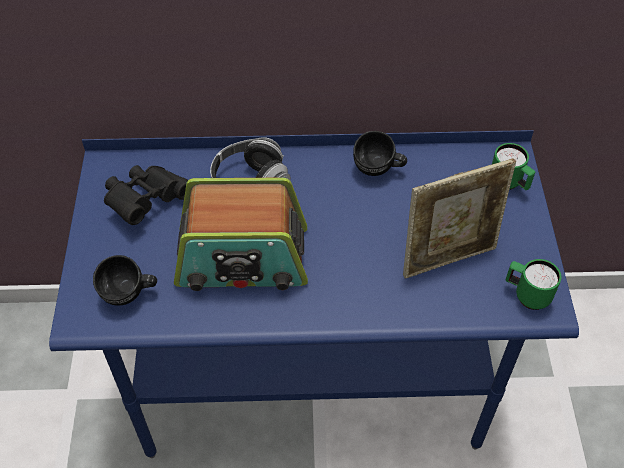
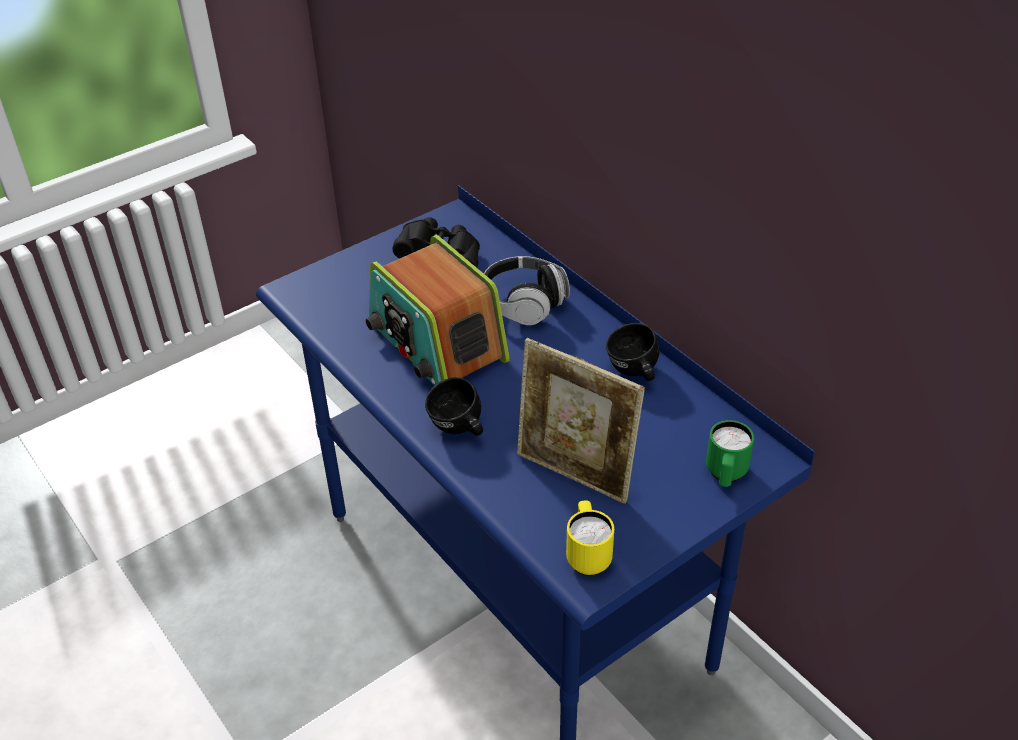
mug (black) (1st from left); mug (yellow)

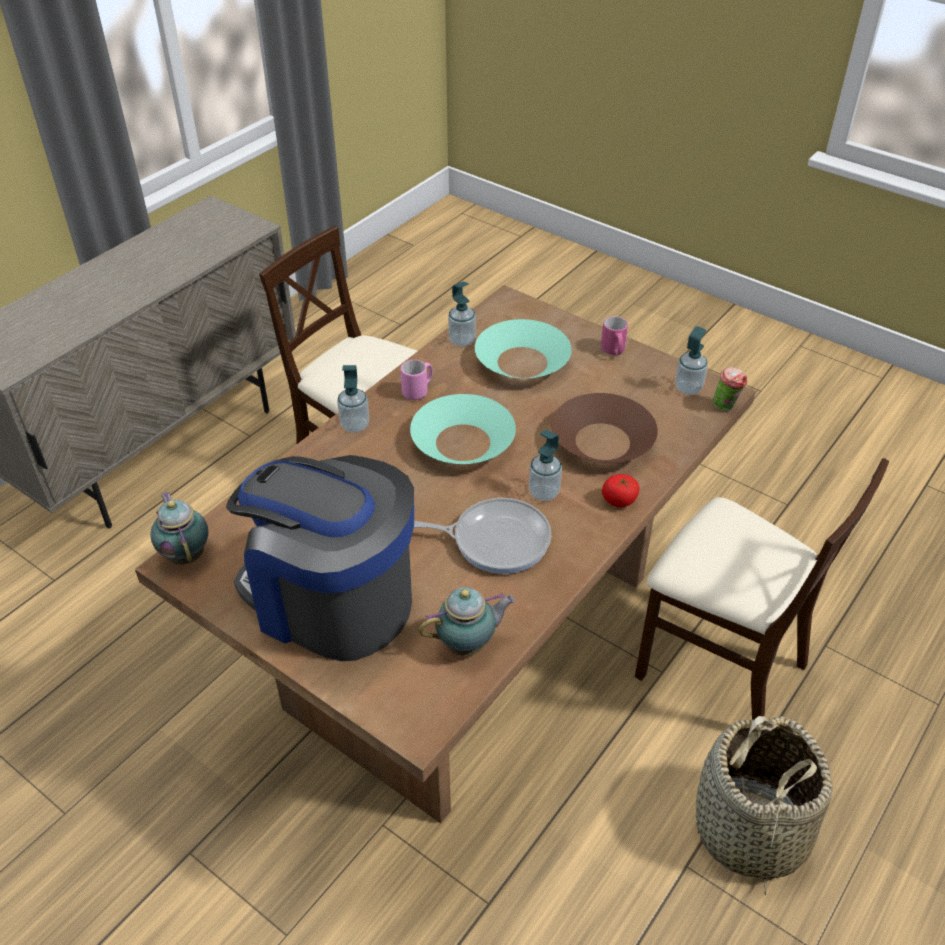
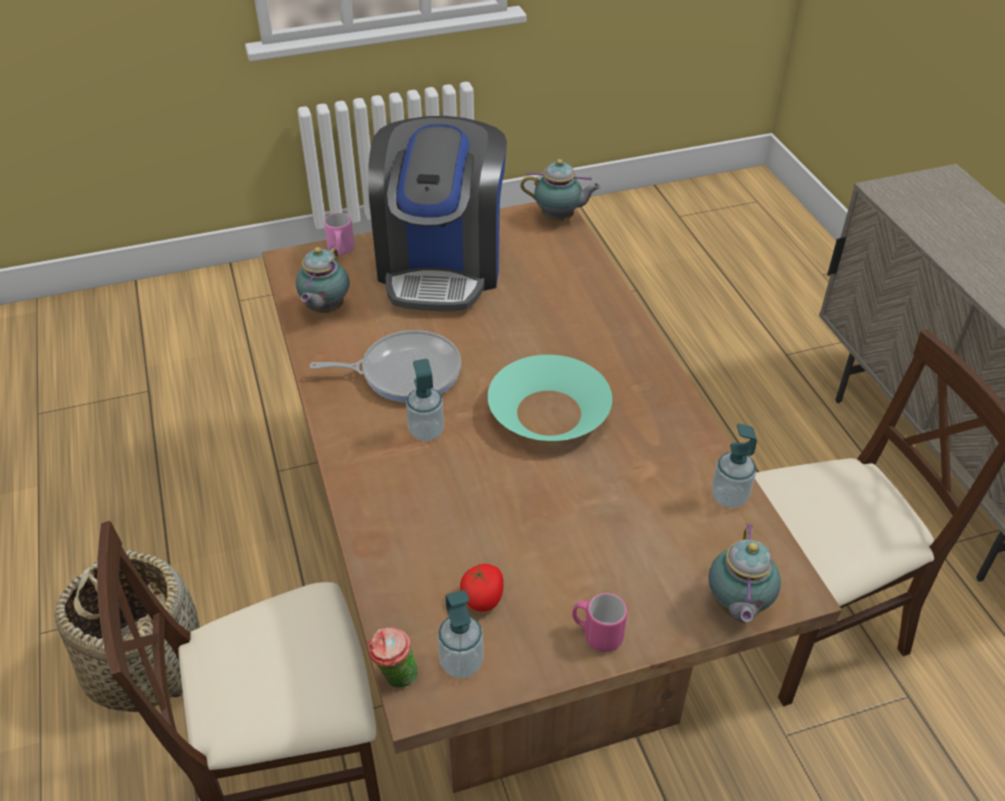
frying pan; mug (pink) (1st from left); coffee machine; tomato; teapot (3rd from left); soap dispenser (1st from left in the first image); bowl (turquoise) (2nd from left in the first image); bowl (brown)

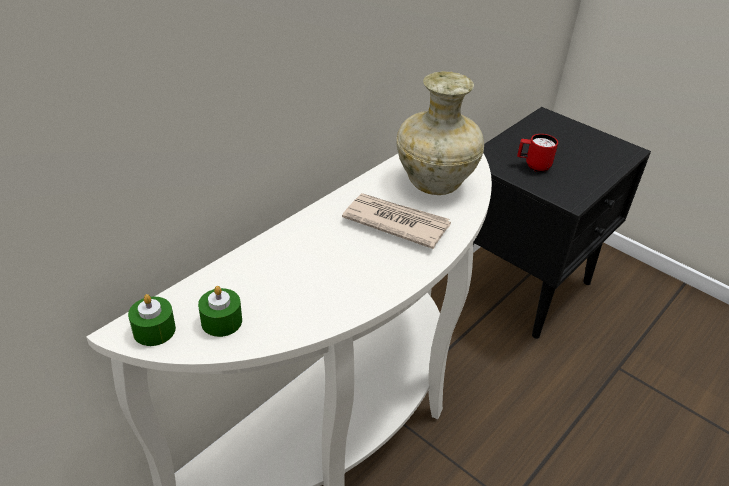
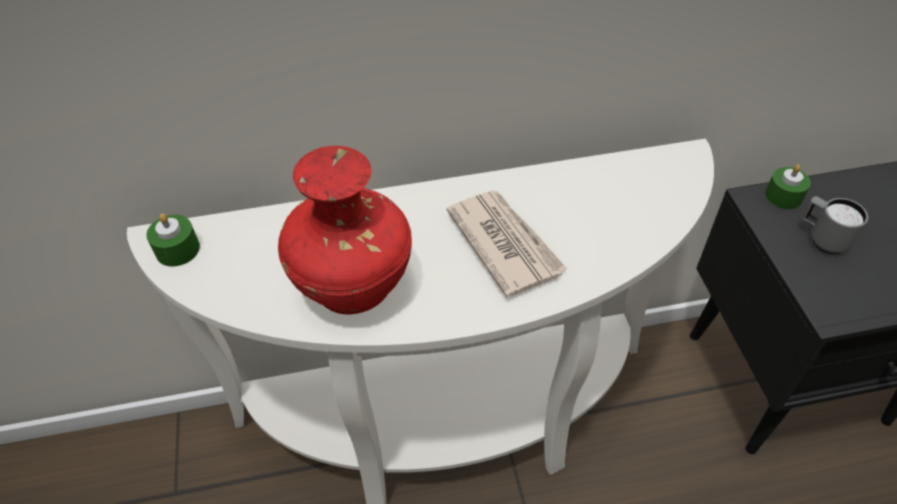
vase (red); candle (green) (2nd from left); mug (grey); vase (beige)

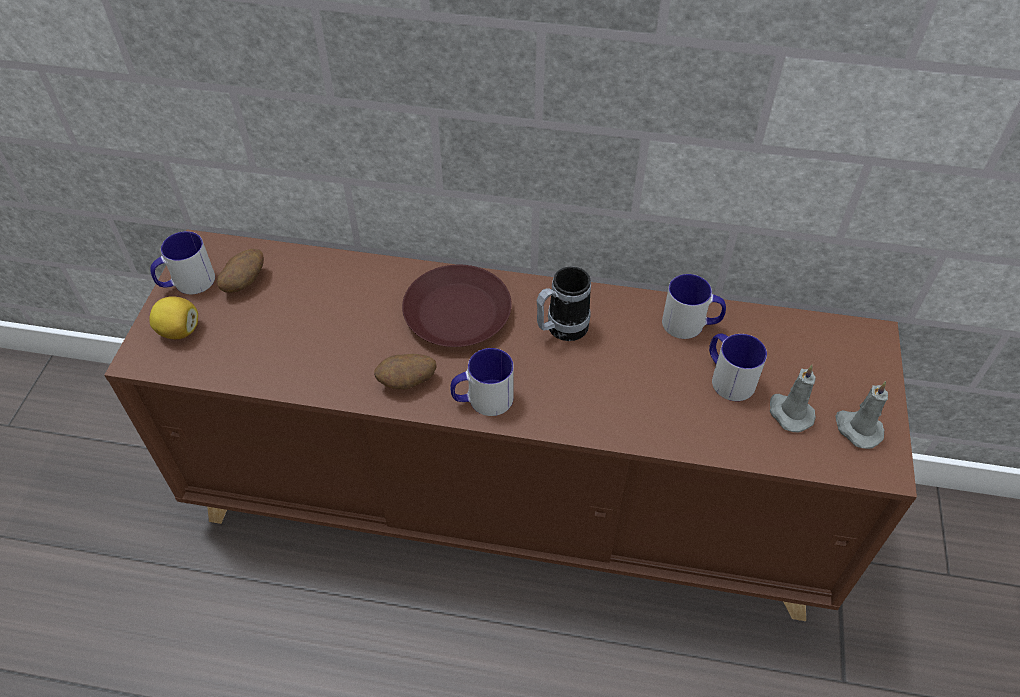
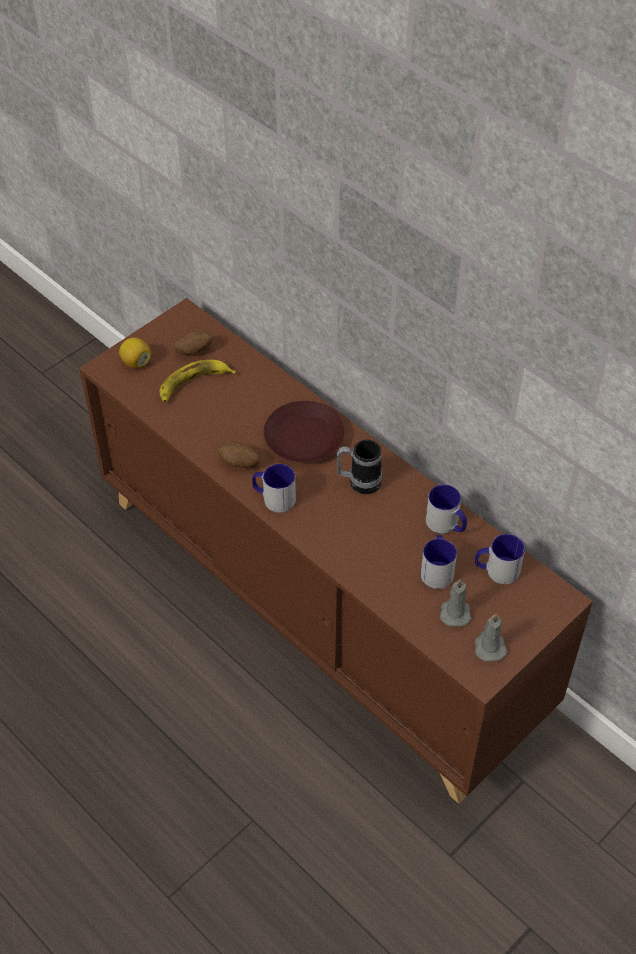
banana; mug (5th from left)

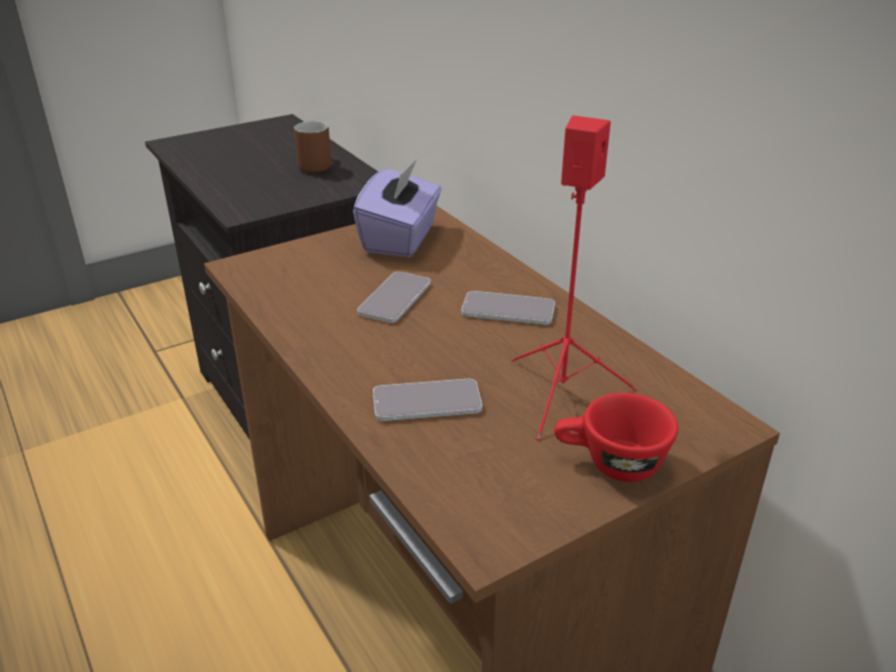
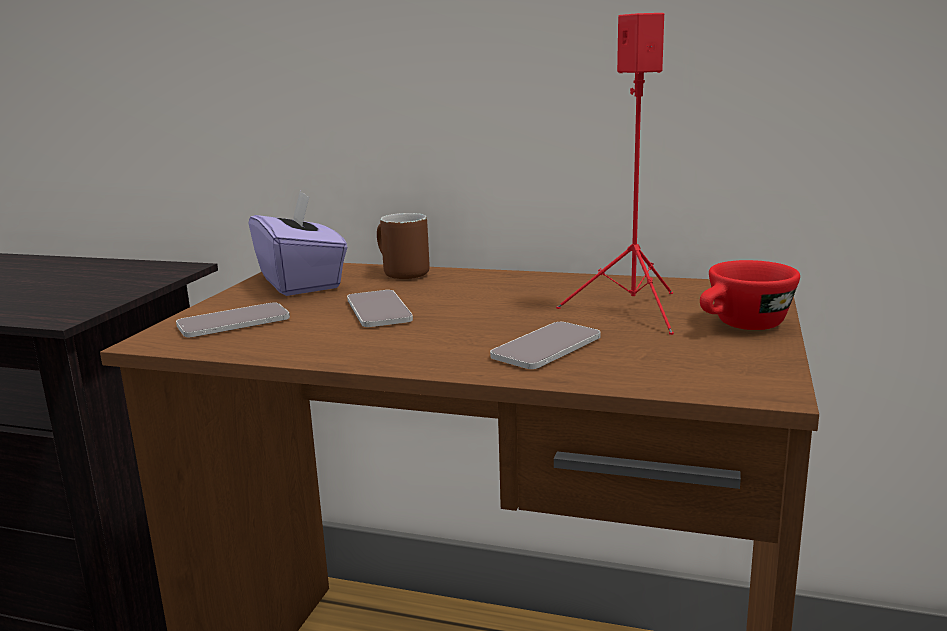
phone (1st from left); mug (brown)

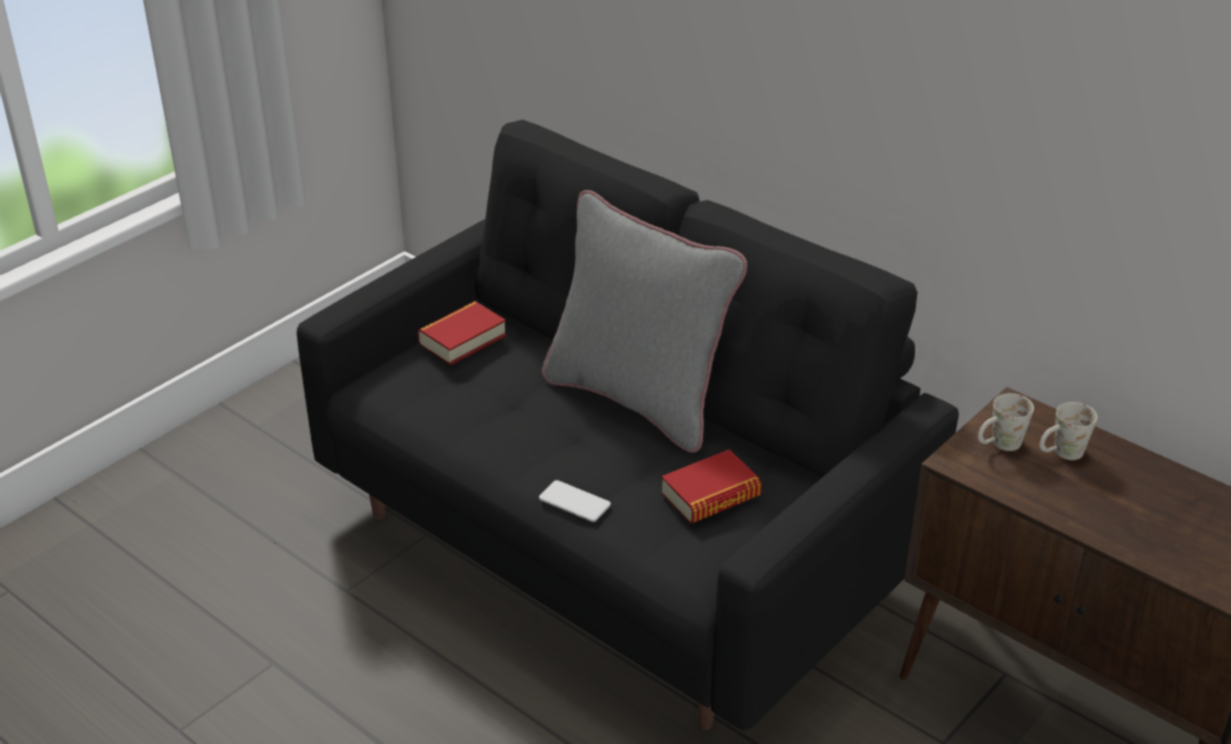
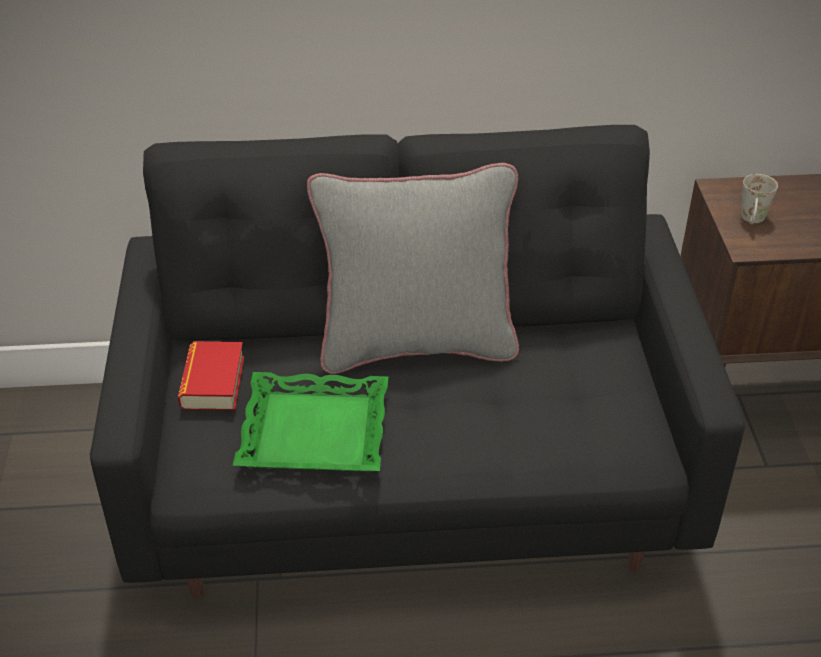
tray (green); phone; book (2nd from left in the first image); mug (white) (2nd from left in the first image)

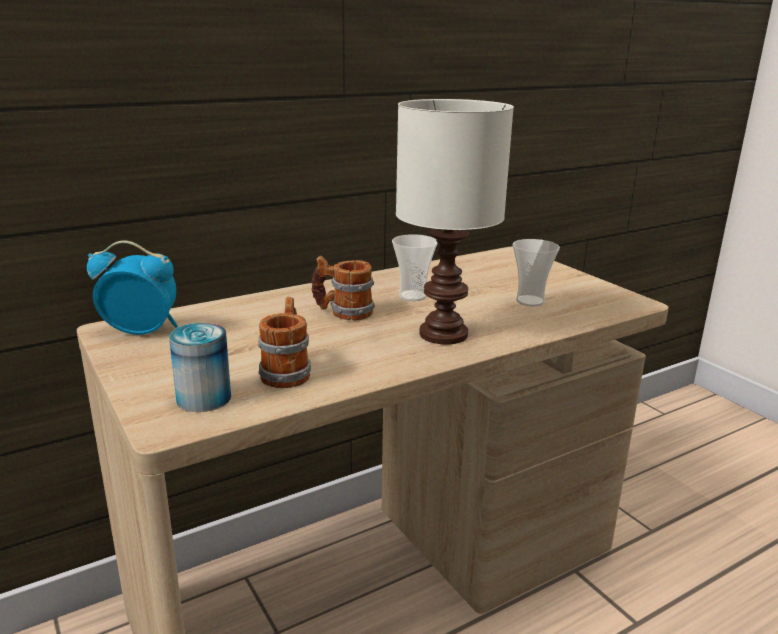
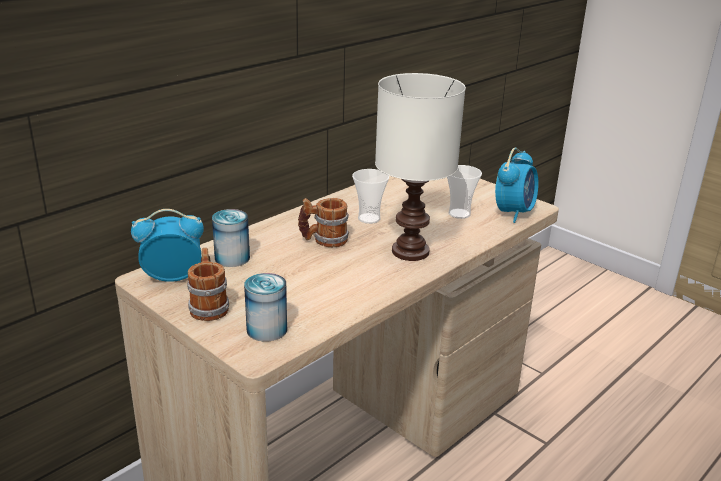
mug (1st from left); can (1st from left); alarm clock (2nd from left)

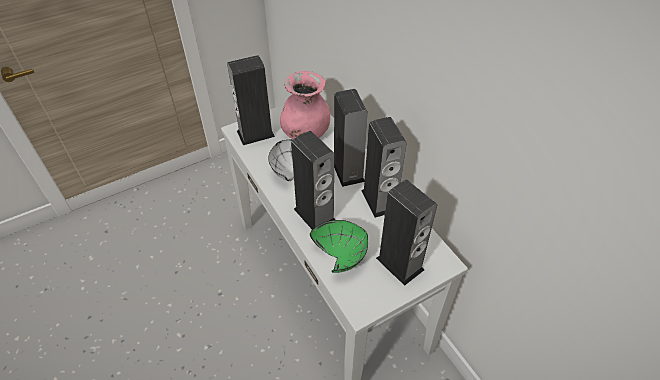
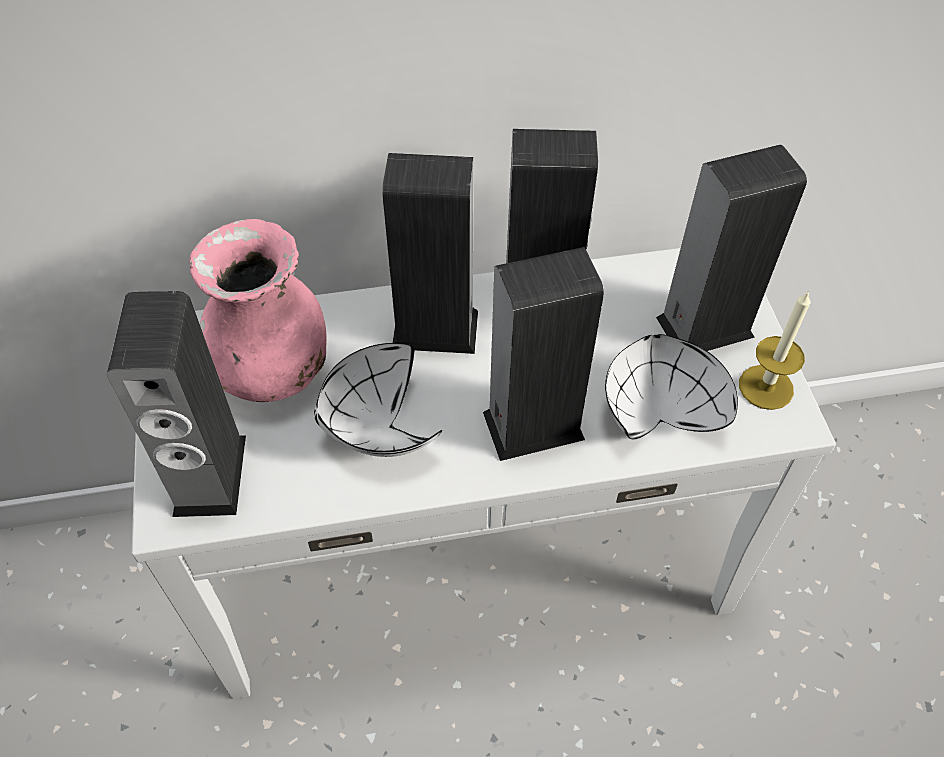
bowl (white) (2nd from left); candle

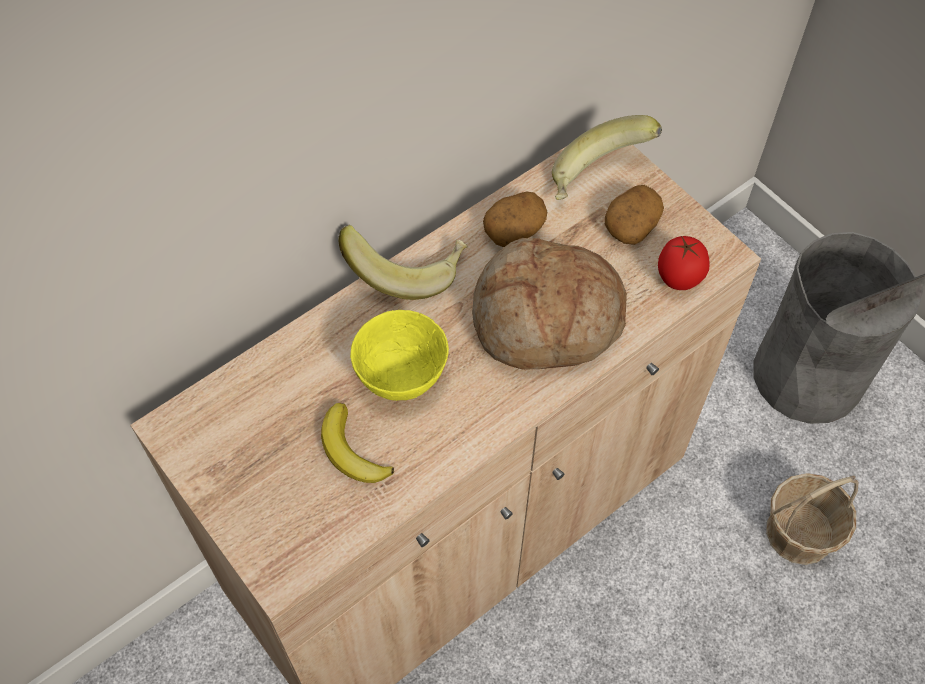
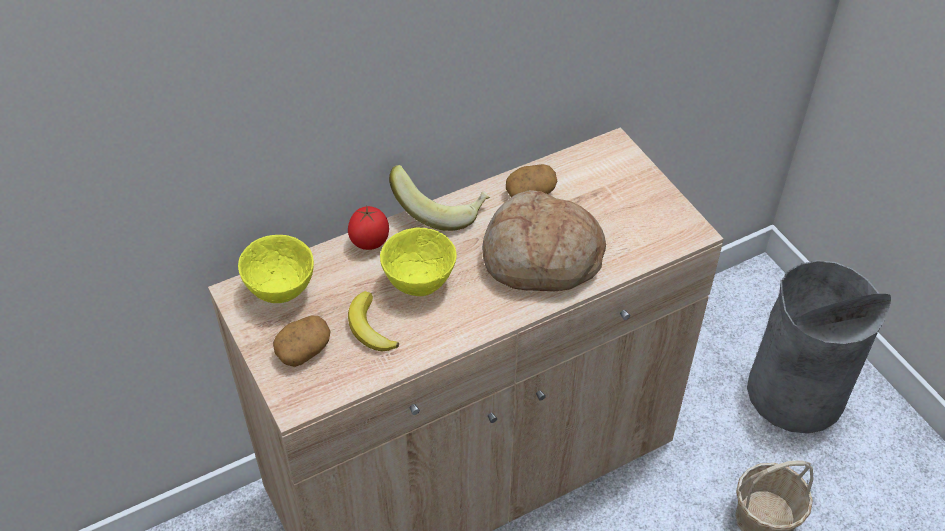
bowl (yellow) (1st from left); potato (1st from left); tomato; banana (3rd from left in the first image)

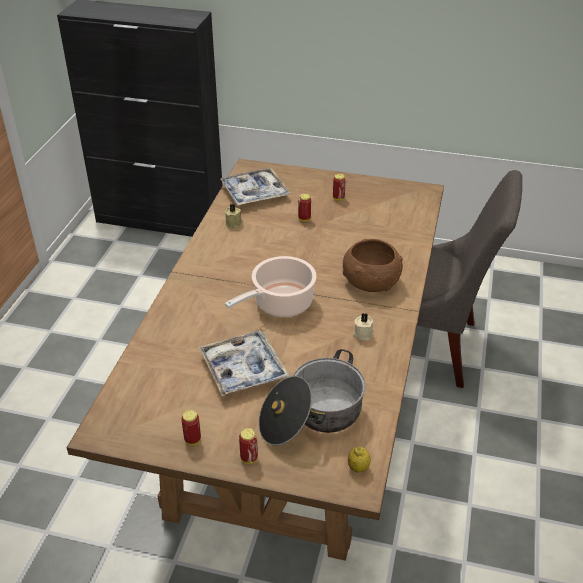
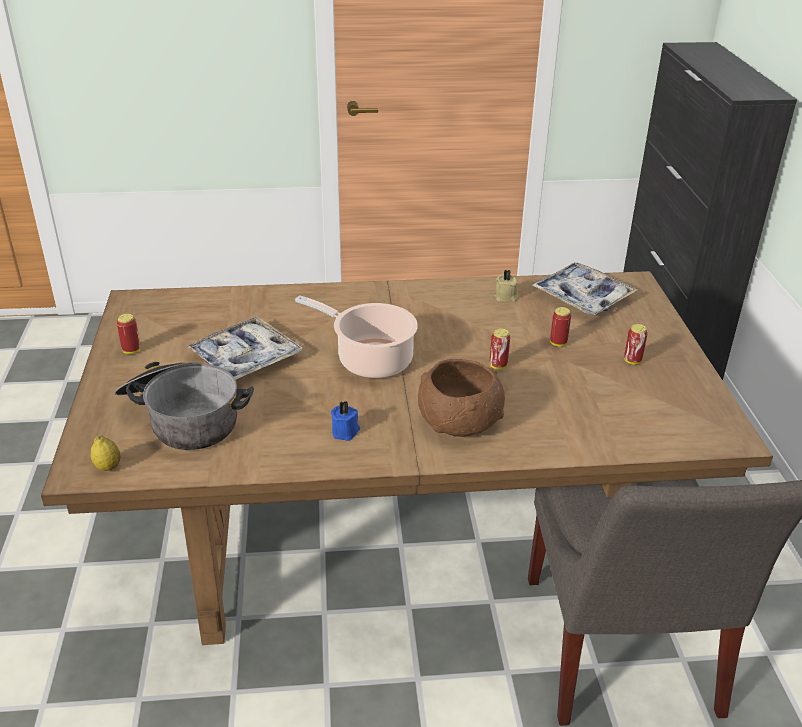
candle (blue); can (2nd from left)

